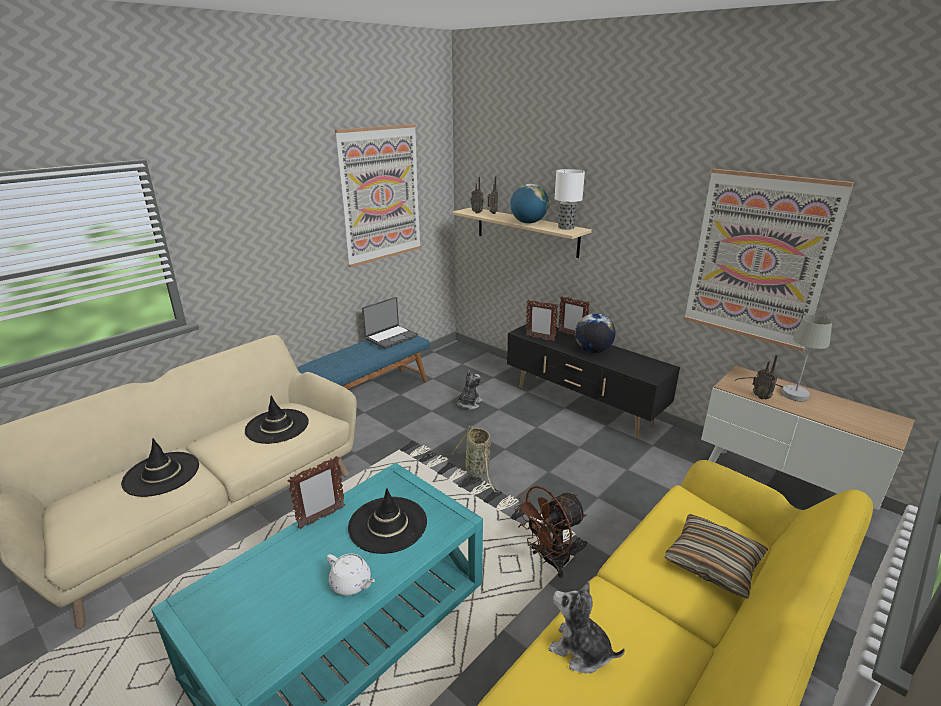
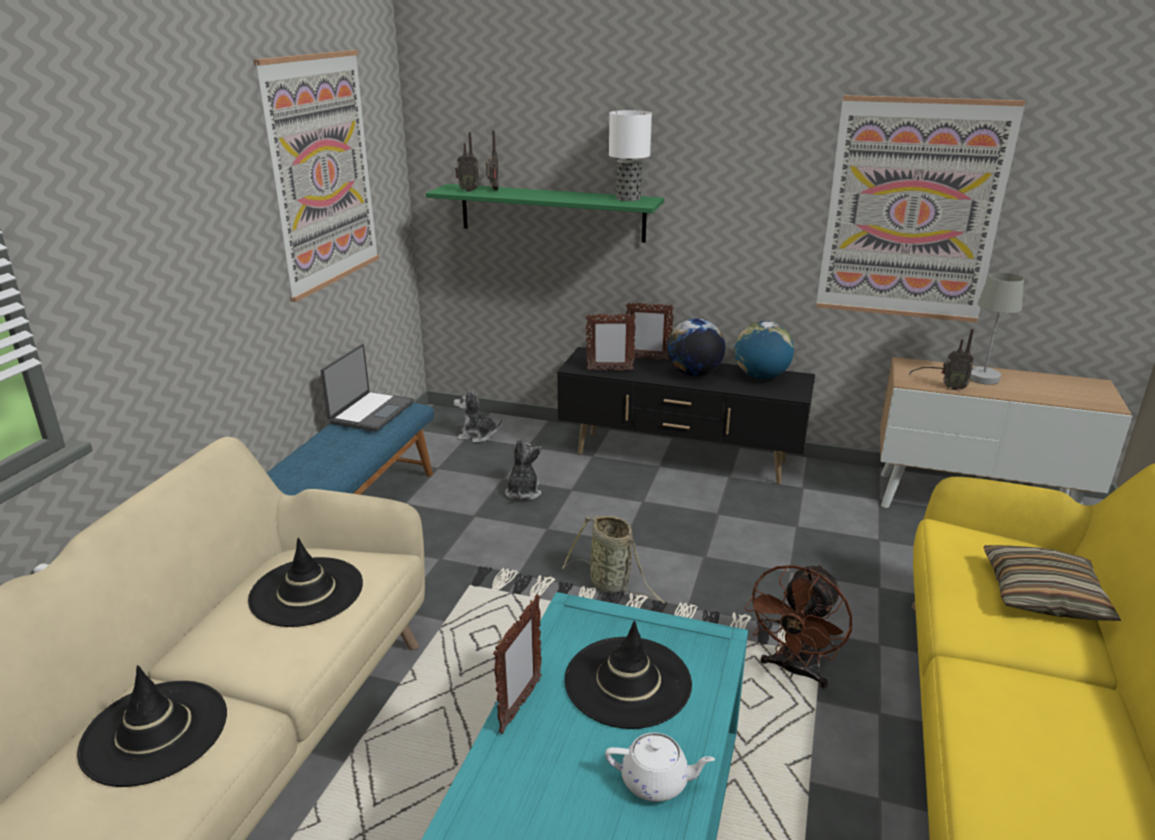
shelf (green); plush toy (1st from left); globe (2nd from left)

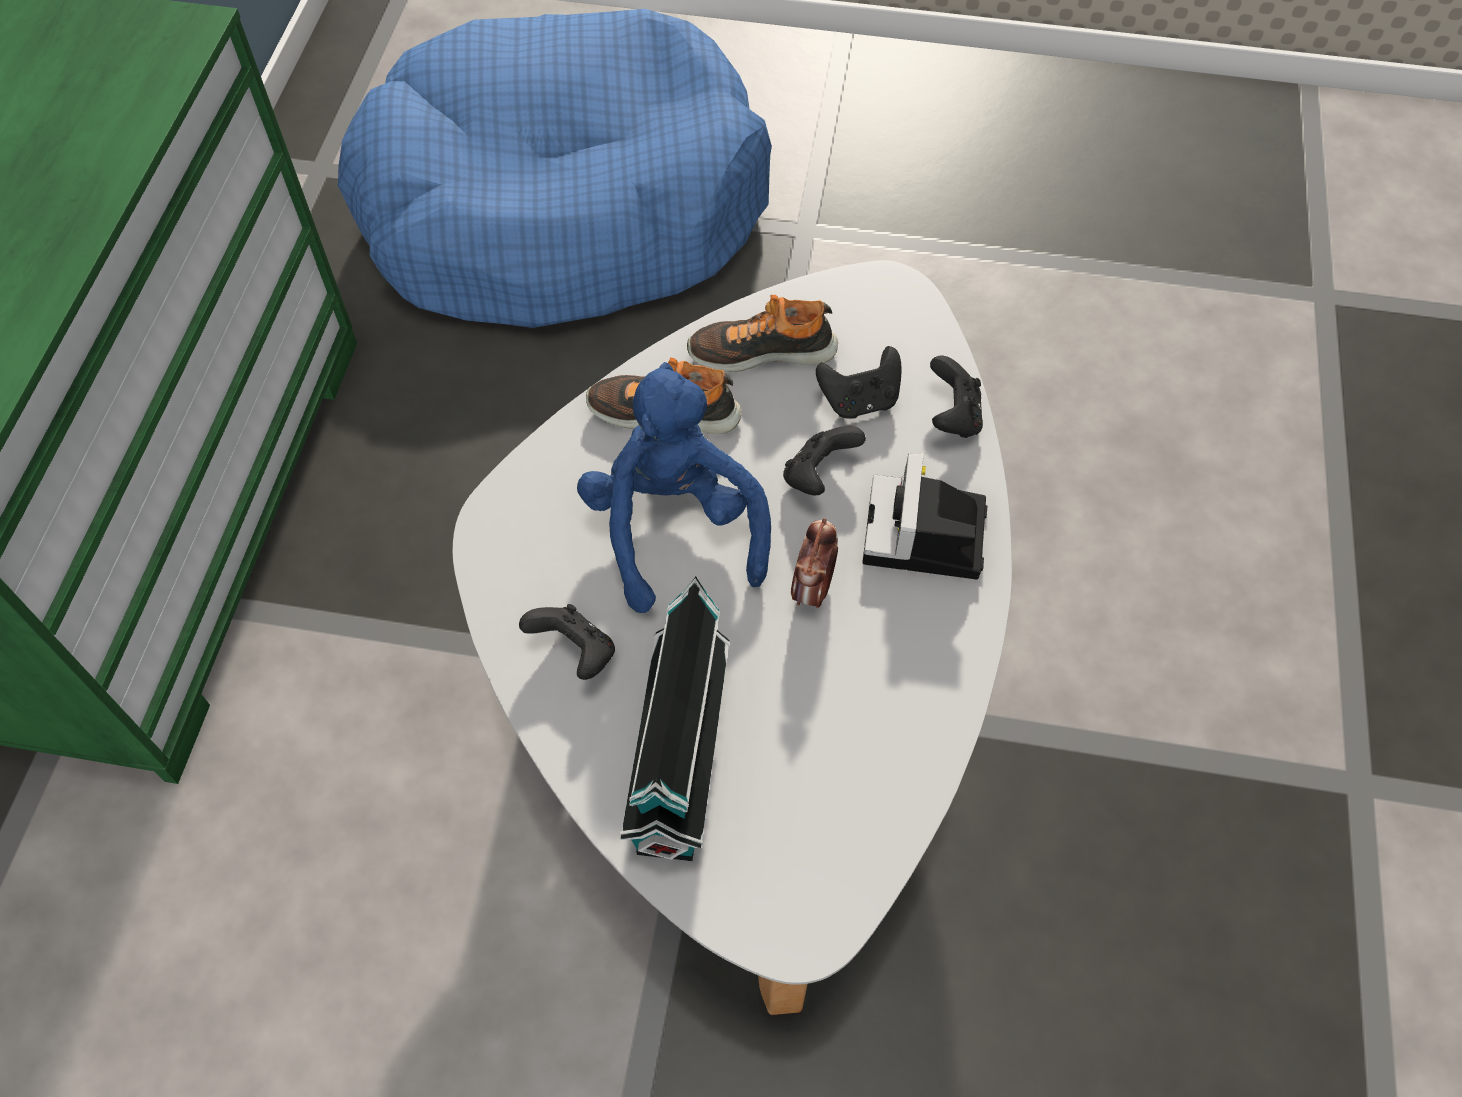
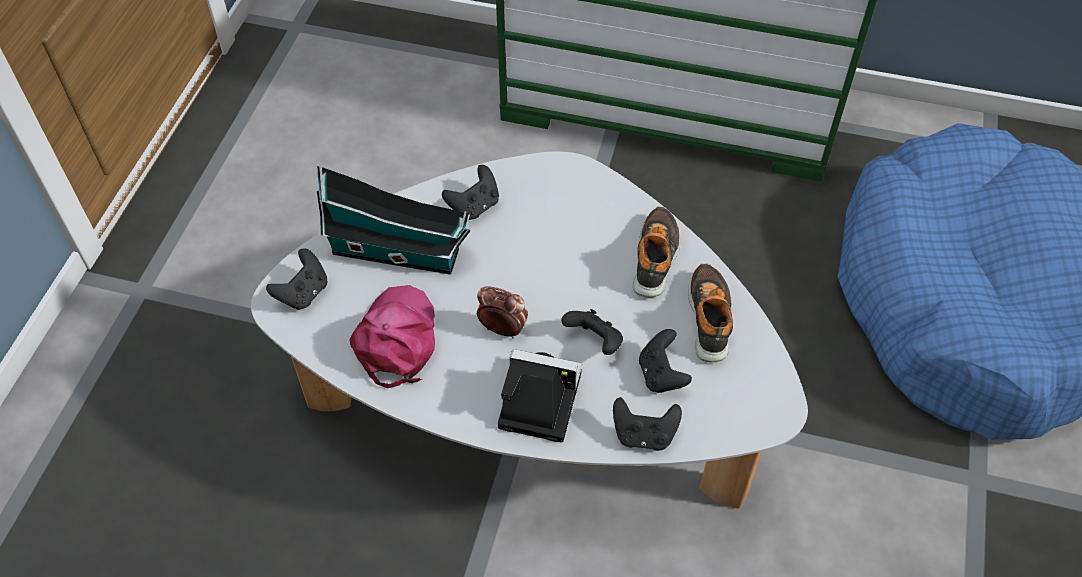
game controller (black) (1st from left); cap (pink); plush toy (blue)

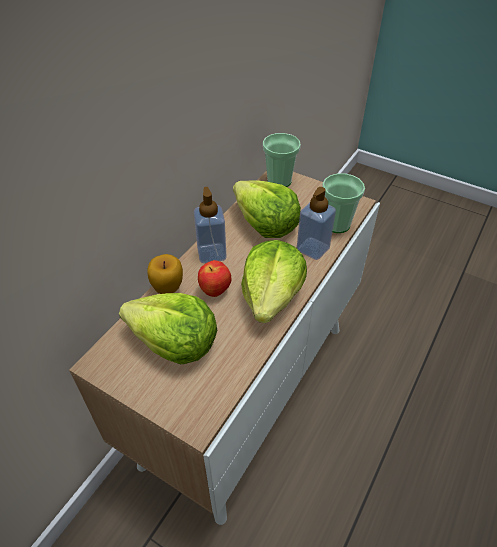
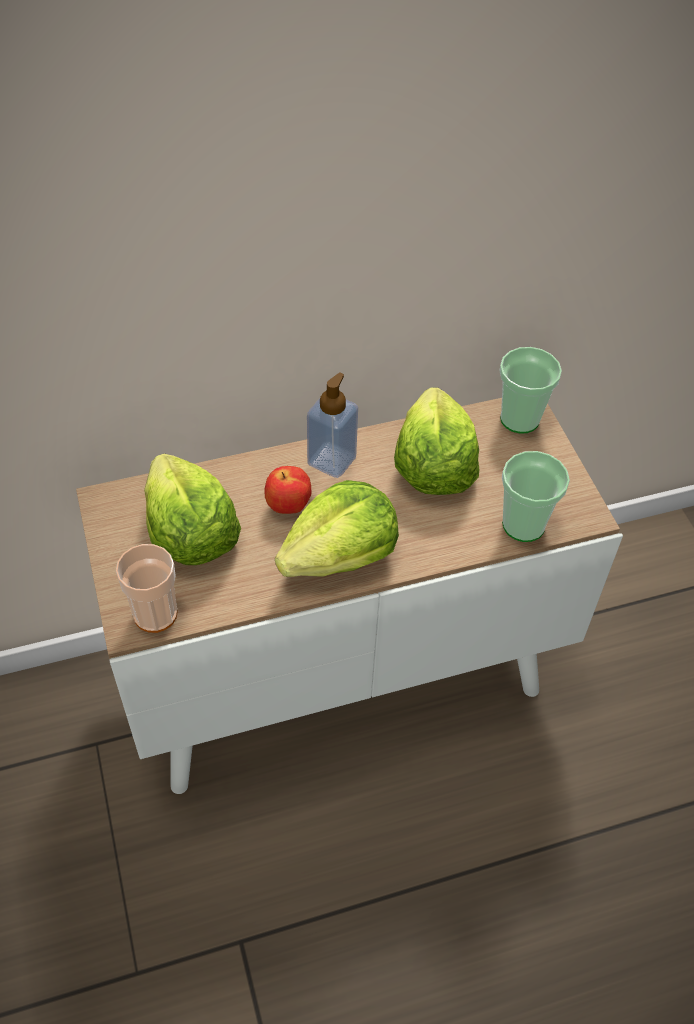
cup (1st from left); apple (1st from left in the first image); soap dispenser (2nd from left in the first image)

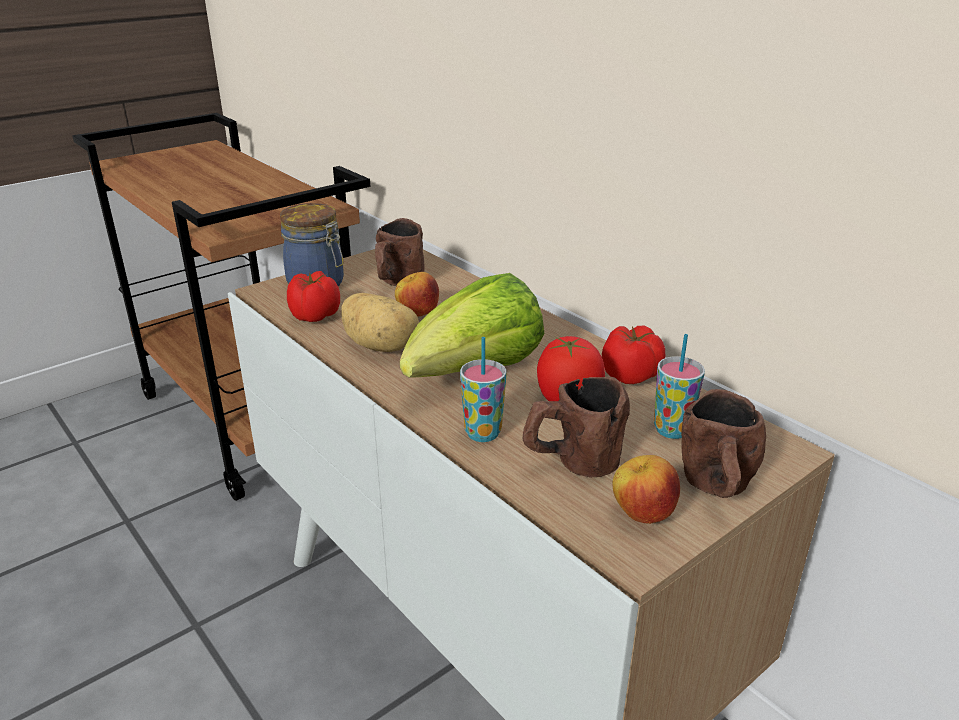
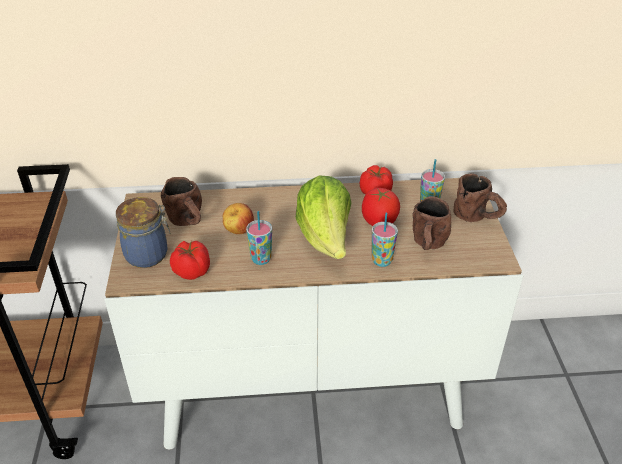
cup (1st from left); apple (2nd from left in the first image)

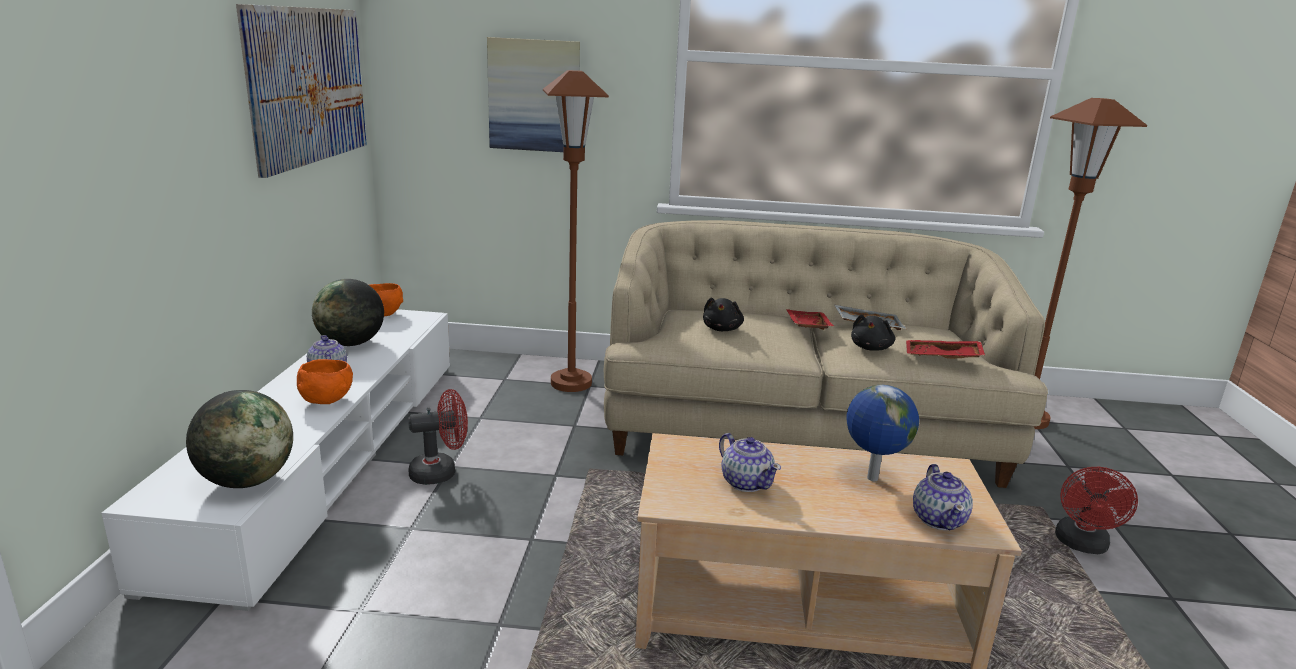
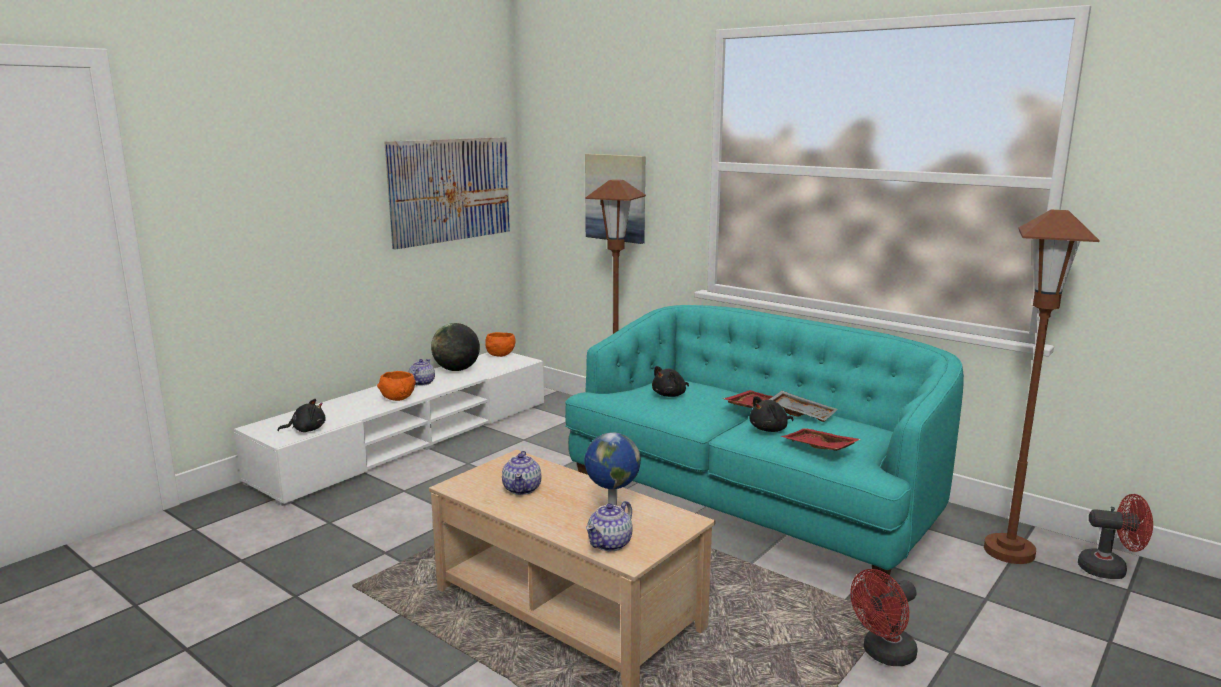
plush toy (black) (1st from left); sofa (turquoise); fan (red) (2nd from left)

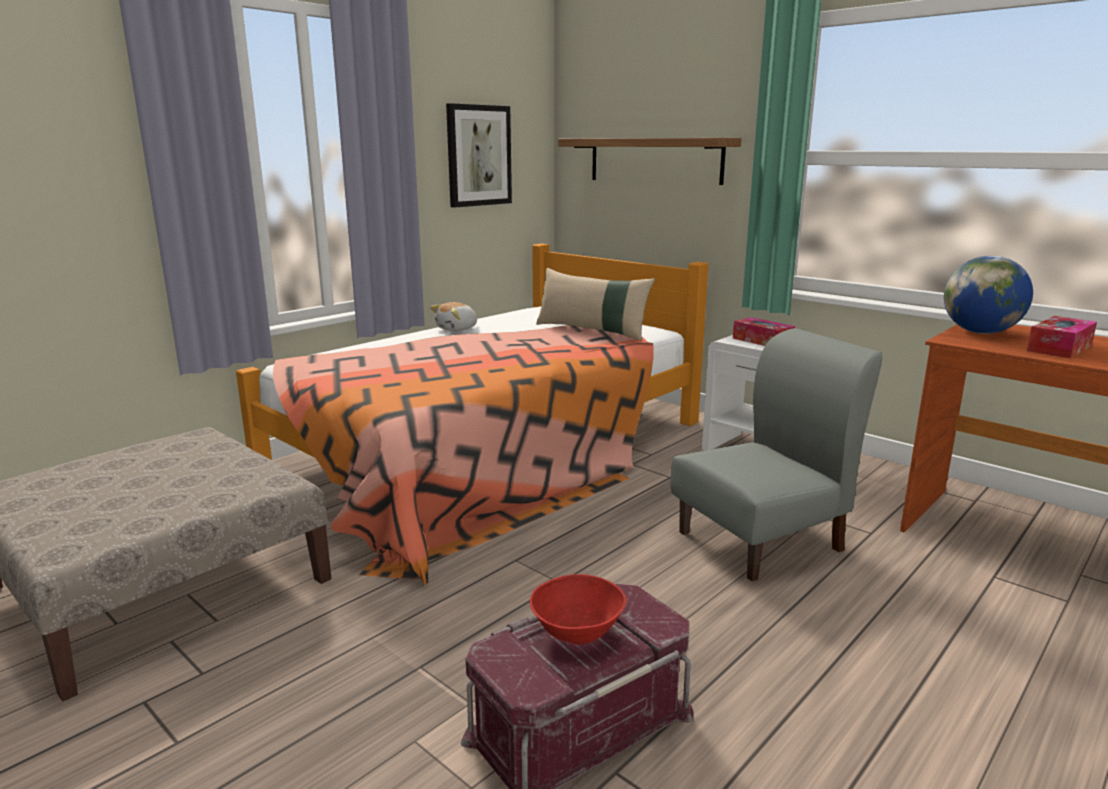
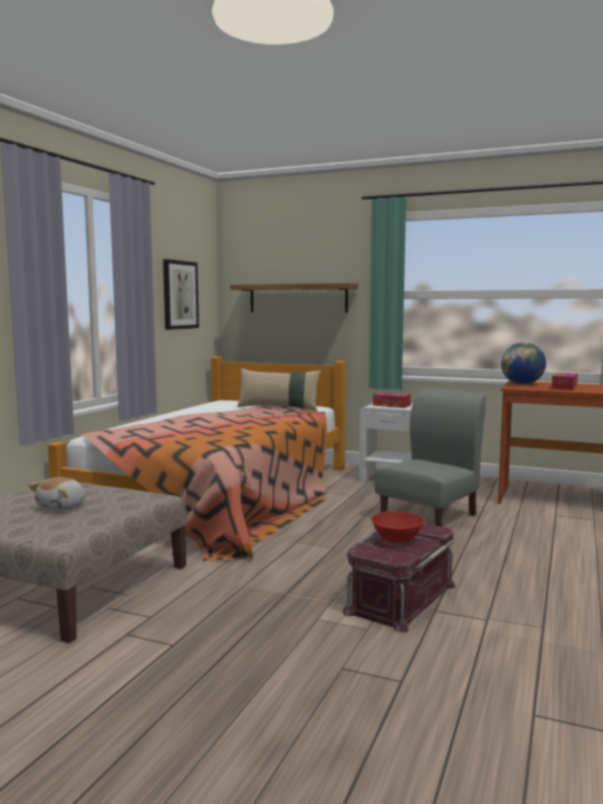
plush toy

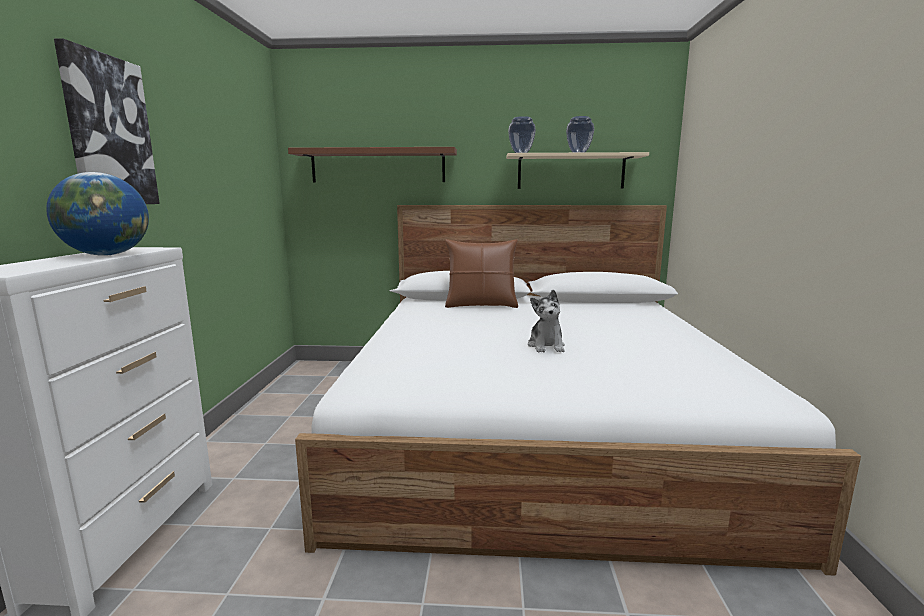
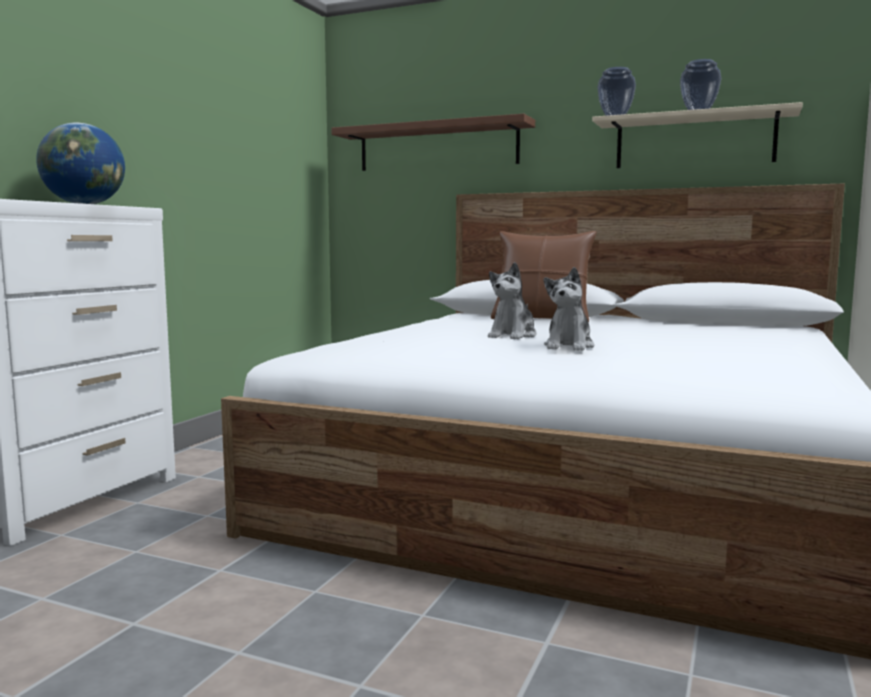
plush toy (1st from left); picture

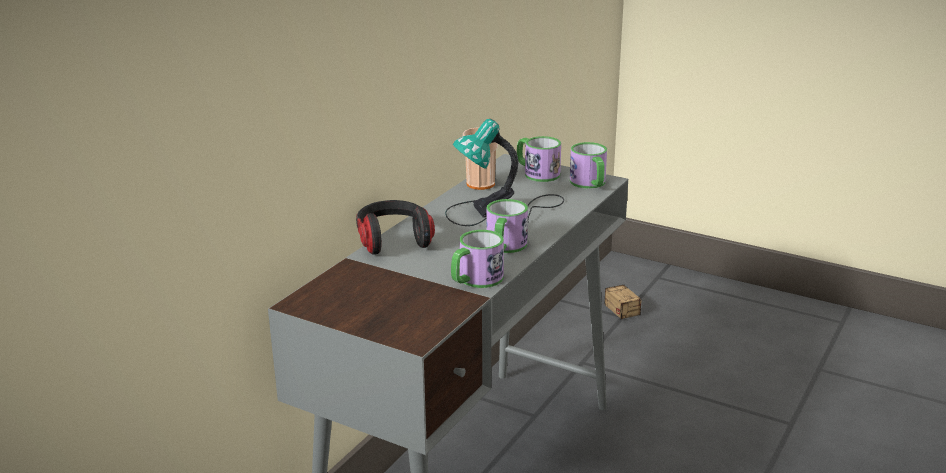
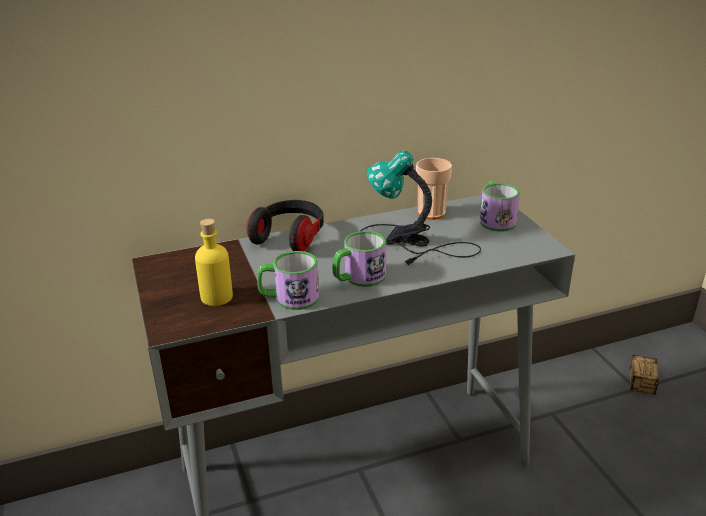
bottle (yellow); mug (4th from left in the first image)

